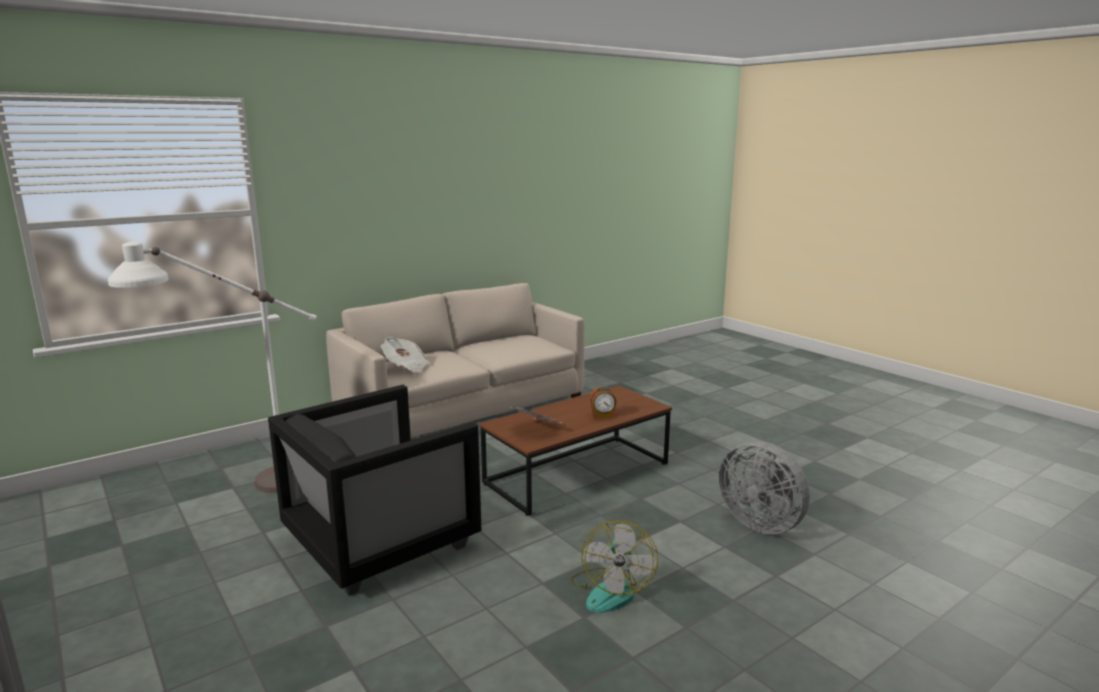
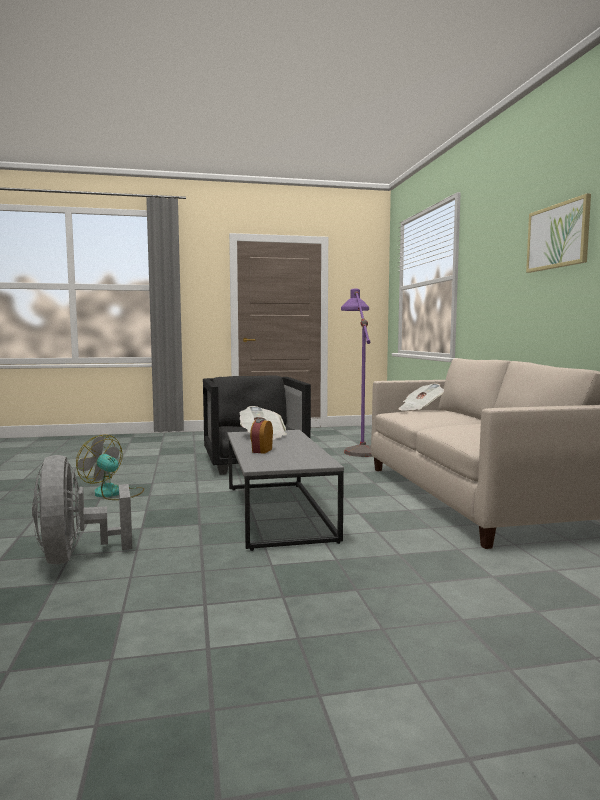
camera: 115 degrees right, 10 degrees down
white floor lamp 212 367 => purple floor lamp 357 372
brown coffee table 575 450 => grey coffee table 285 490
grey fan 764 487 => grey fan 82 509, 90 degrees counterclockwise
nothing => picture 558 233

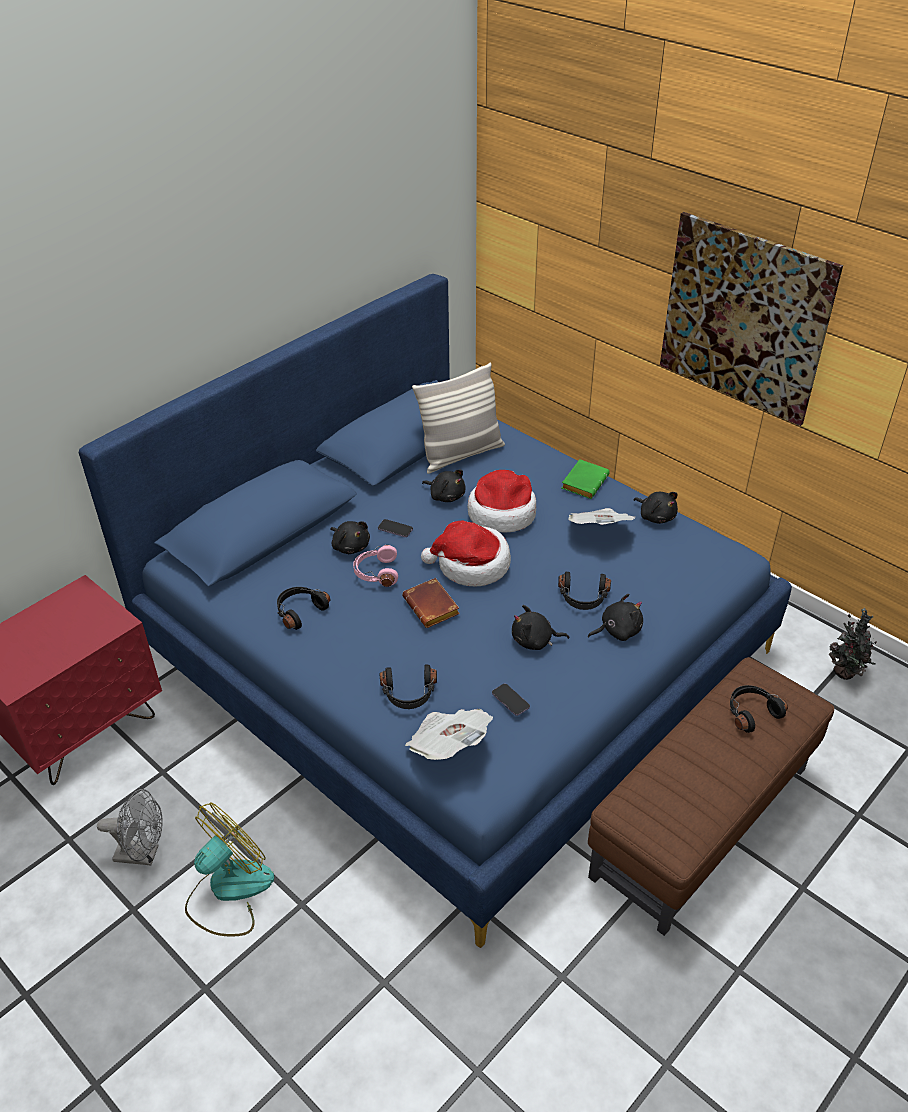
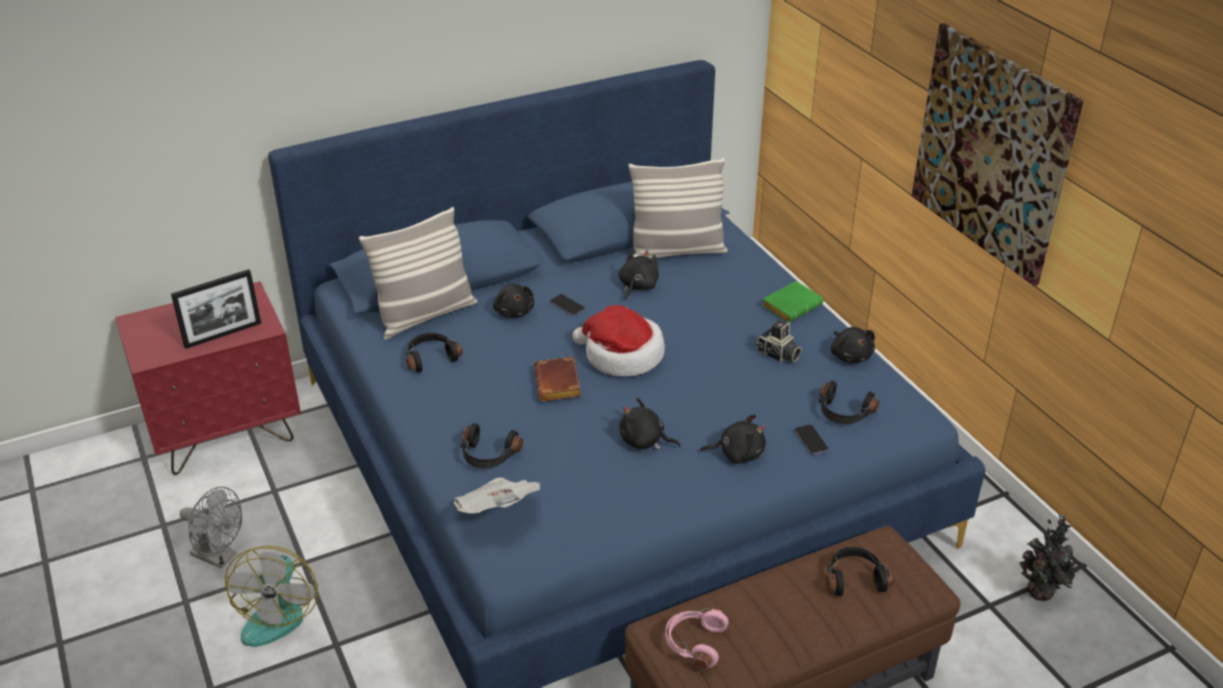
camera: 20 degrees right, 5 degrees down
fan 229 869 => fan 271 596, 120 degrees clockwise
pink headphones 375 566 => pink headphones 696 639, moved
black plush toy 443 486 => black plush toy 639 274, 120 degrees counterclockwise
hat 502 501 => nothing
phone 511 699 => phone 811 440, moved
black headphones 584 591 => black headphones 849 402, moved
newspaper 601 516 => photo camera 779 341
nothing => picture frame 216 309
nothing => pillow 418 273

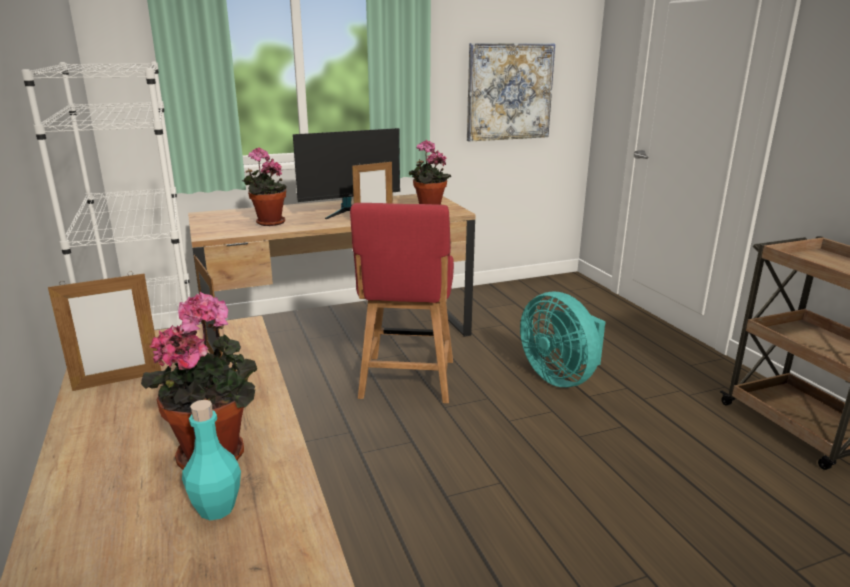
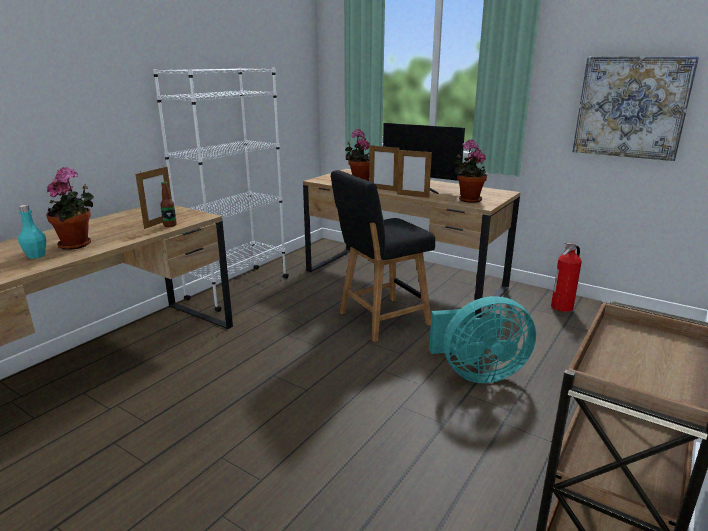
camera: 55 degrees right, 0 degrees up
picture frame 104 331 => picture frame 384 167, moved
red chair 402 303 => black chair 383 256
turquoise fan 563 339 => turquoise fan 482 339, 120 degrees counterclockwise
nothing => bottle 168 204
nothing => fire extinguisher 566 277

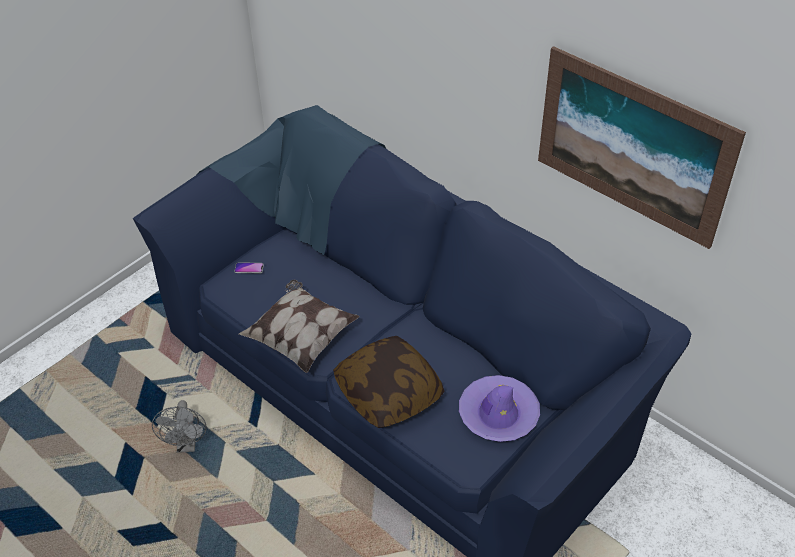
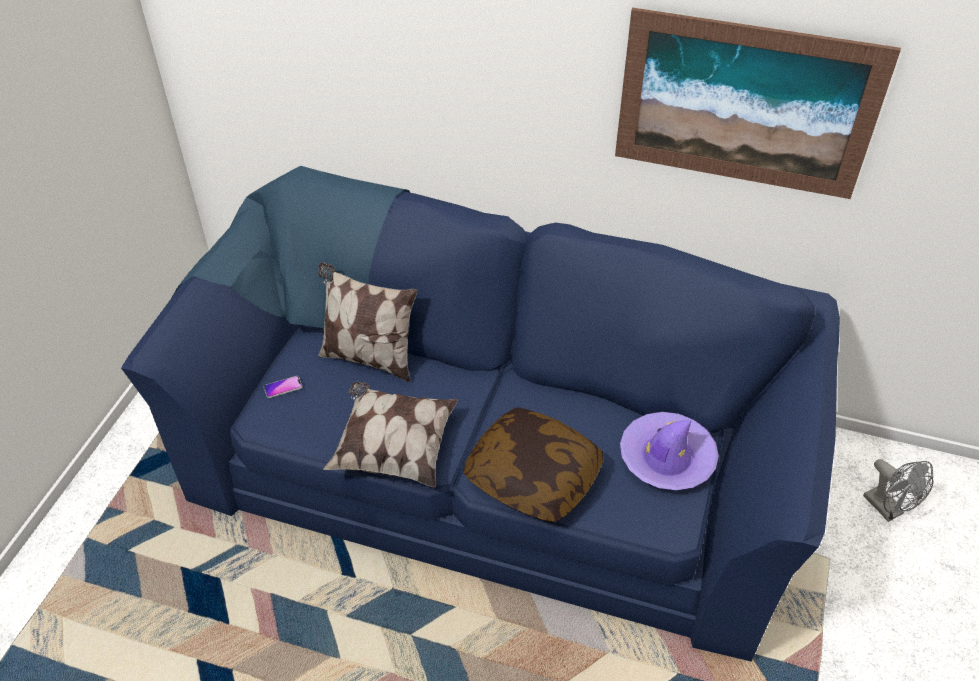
camera: 25 degrees left, 0 degrees up
grey fan 179 426 => grey fan 898 490, moved
nothing => pillow 367 322

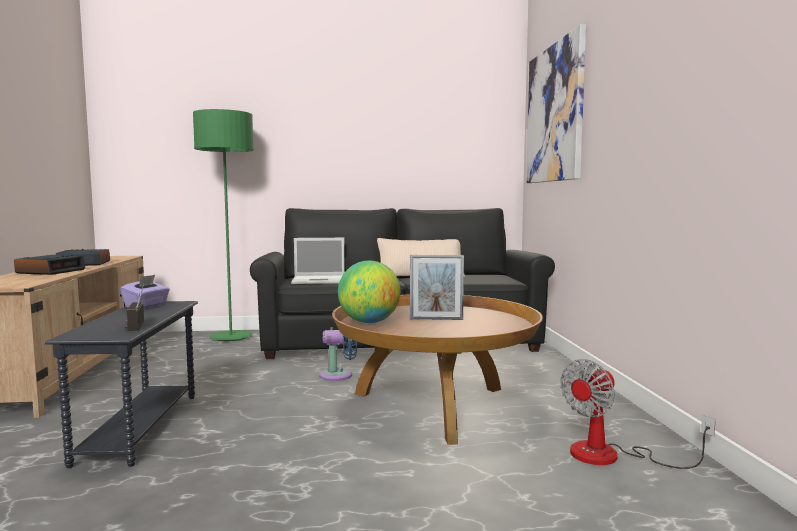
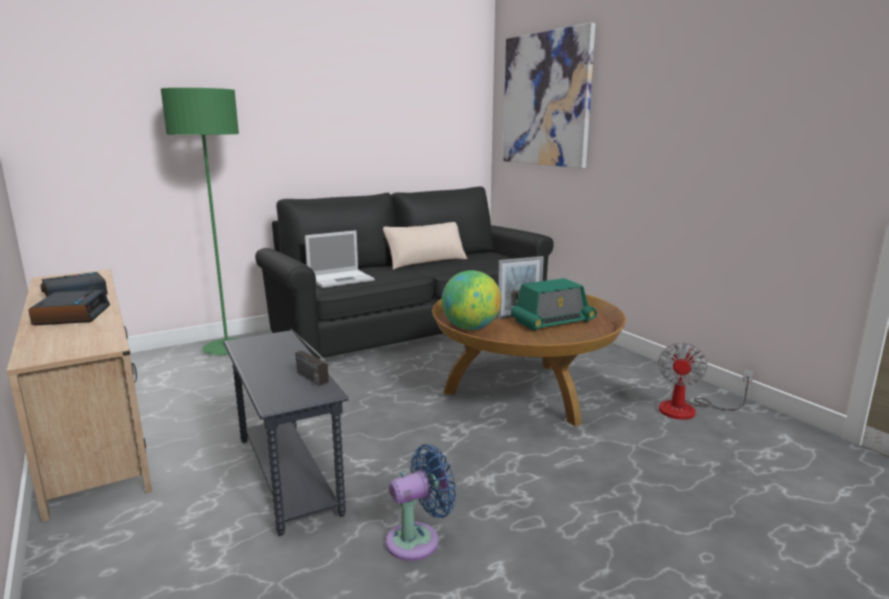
camera: 25 degrees left, 10 degrees up
purple tissue box 145 292 => nothing
blue fan 338 354 => blue fan 420 502, moved
nothing => radio 553 304

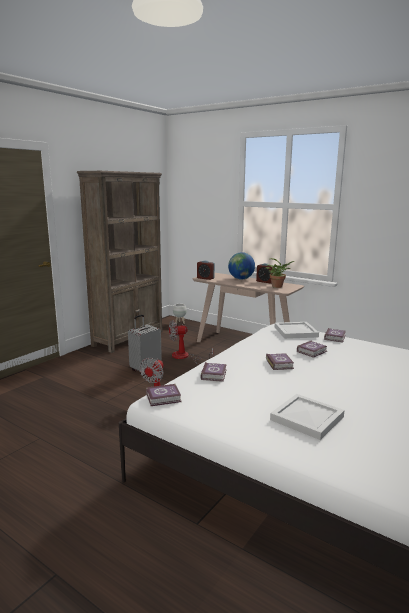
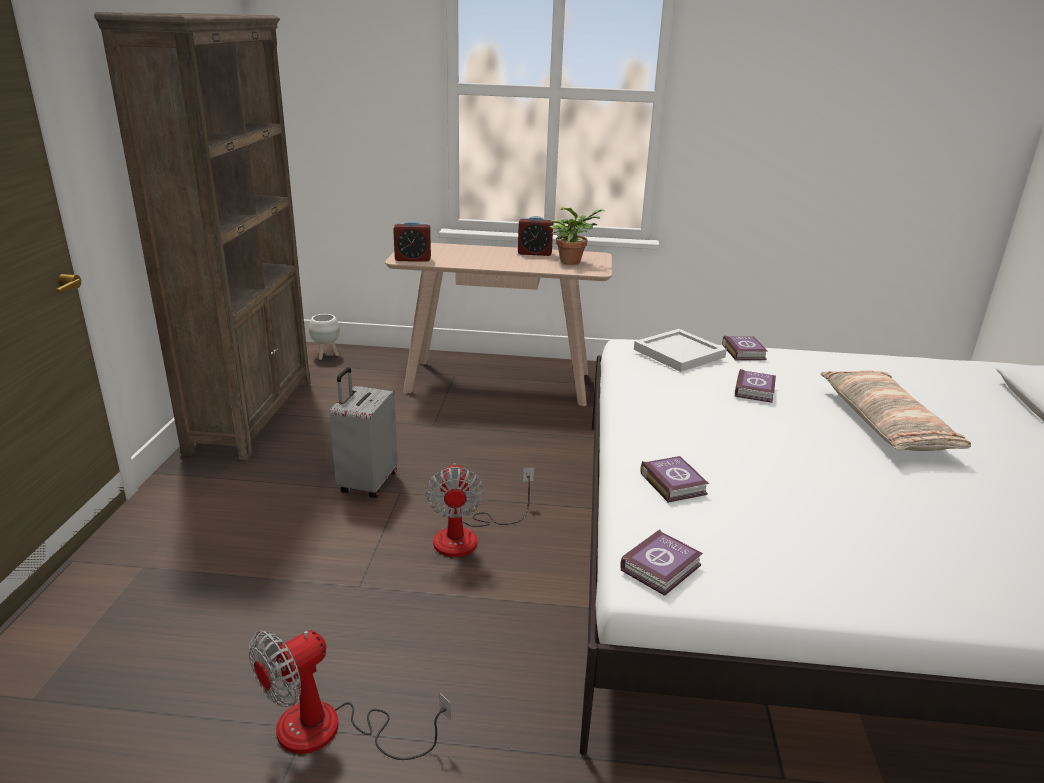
camera: 30 degrees left, 10 degrees up
fan 191 342 => fan 350 695, moved
globe 241 265 => nothing
book 280 361 => nothing
white tray 307 417 => nothing
nothing => pillow 896 410

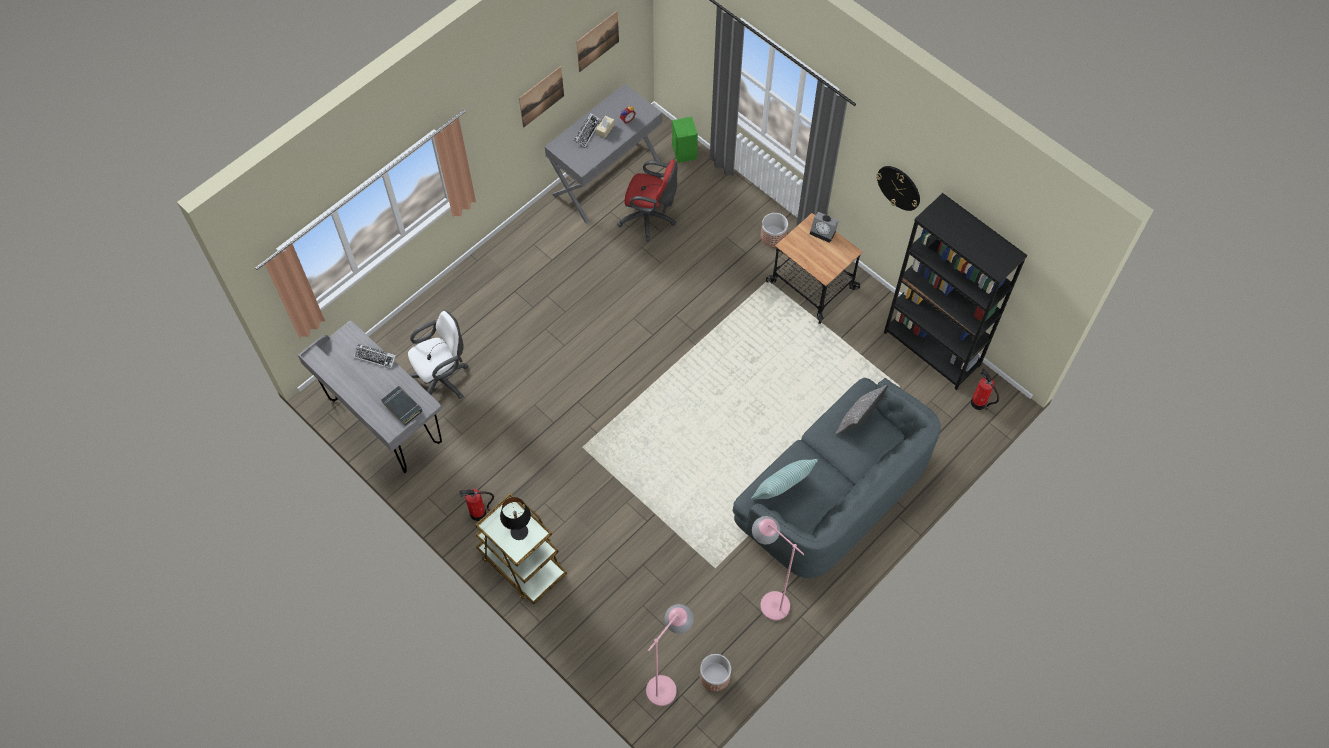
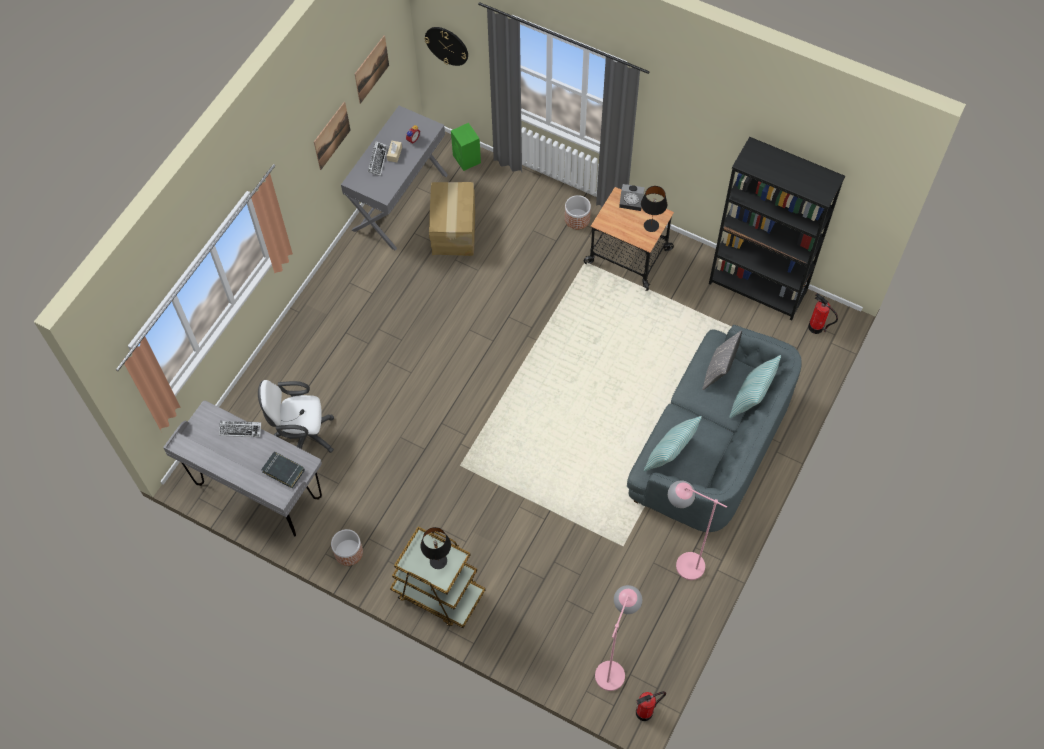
camera: 15 degrees left, 0 degrees up
white office chair 438 355 => white office chair 296 416, 135 degrees counterclockwise
fire extinguisher 476 505 => fire extinguisher 651 706, moved
red office chair 647 200 => cardboard box 452 219
planter 715 672 => planter 347 547, moved
wall clock 898 188 => wall clock 446 46, moved
nothing => black table lamp 654 209
nothing => pillow 755 386

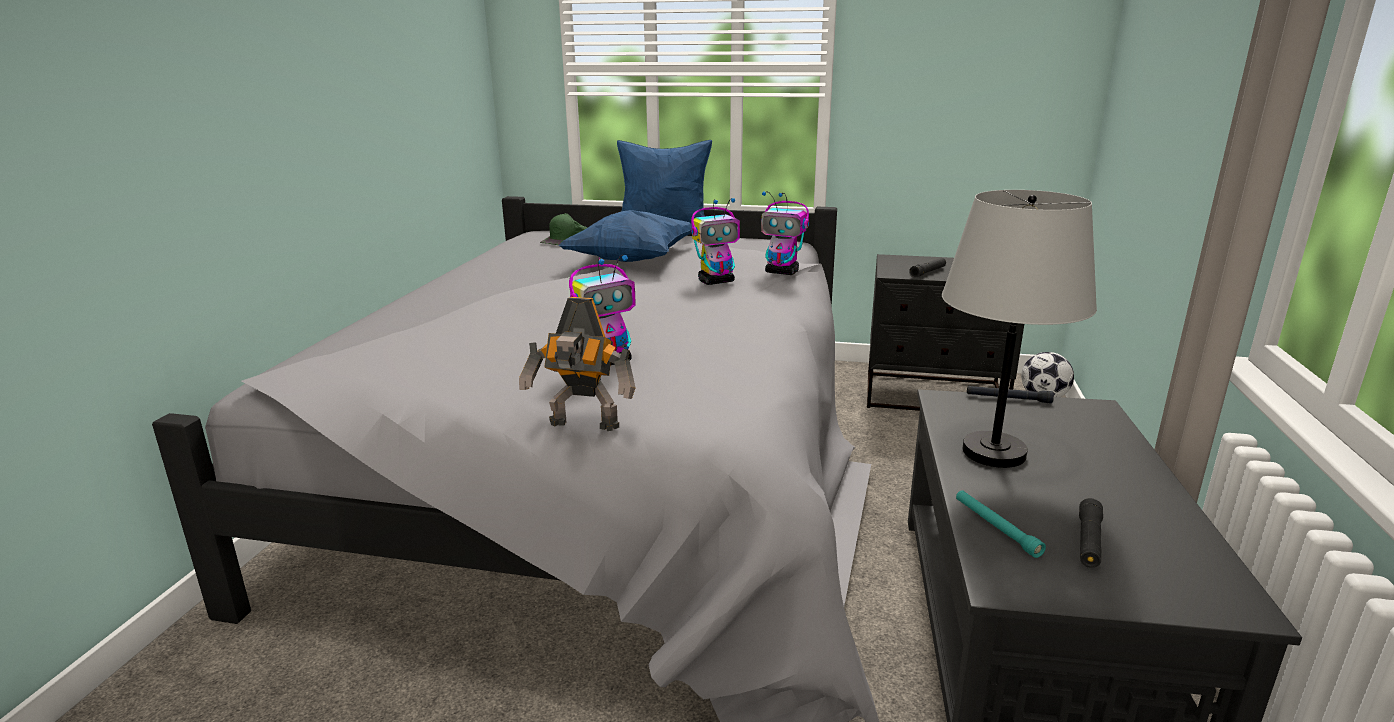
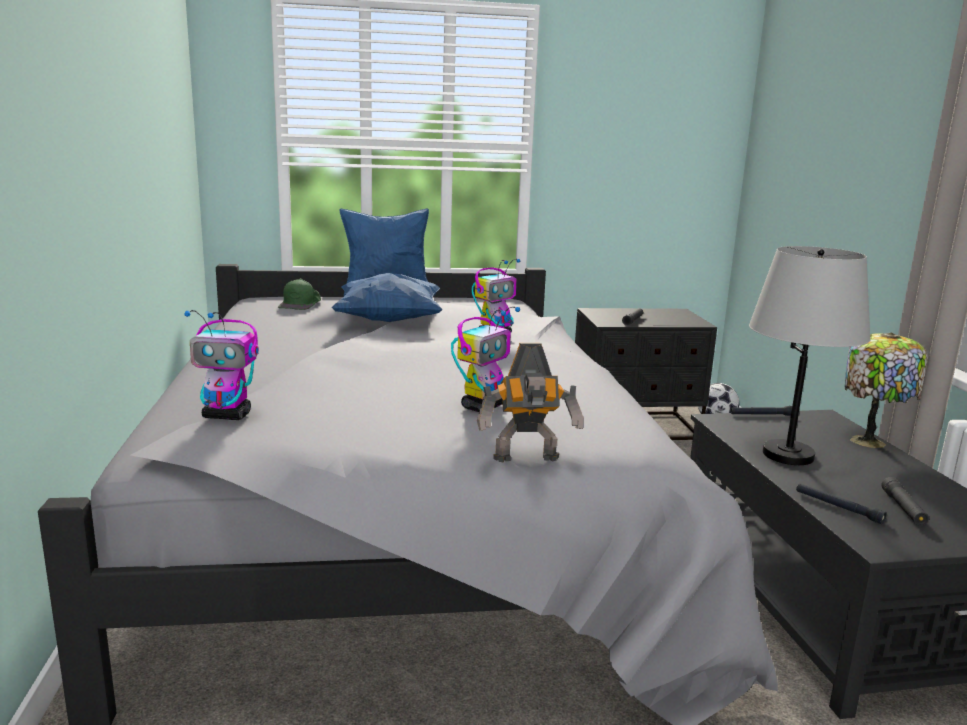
camera: 20 degrees left, 5 degrees down
toy robot 785 233 => toy robot 222 365, moved
turquoise flashlight 1001 524 => black flashlight 841 503
nothing => table lamp 886 390

